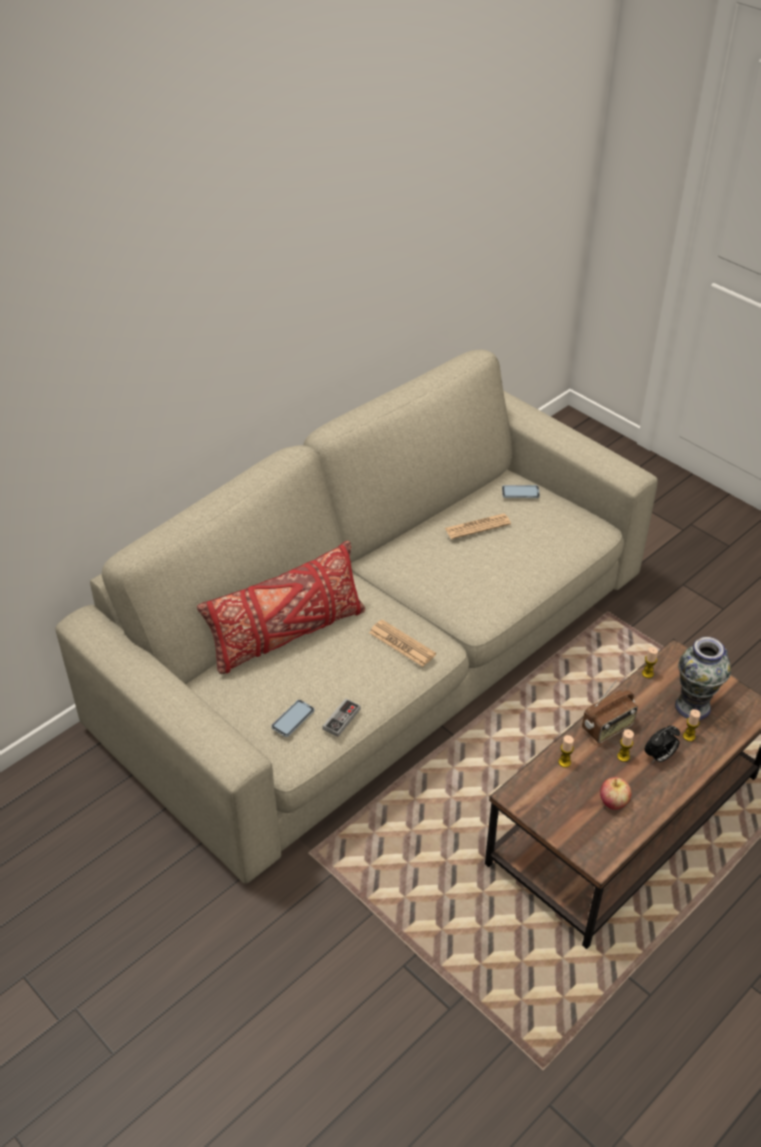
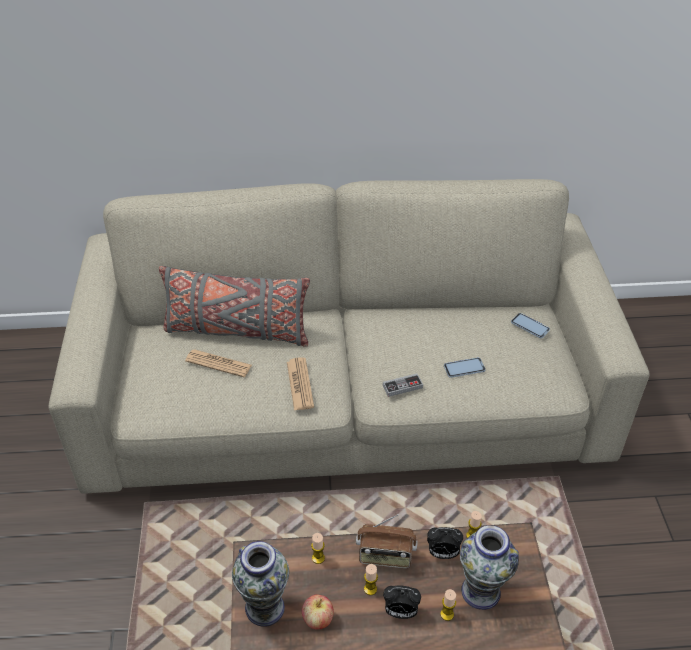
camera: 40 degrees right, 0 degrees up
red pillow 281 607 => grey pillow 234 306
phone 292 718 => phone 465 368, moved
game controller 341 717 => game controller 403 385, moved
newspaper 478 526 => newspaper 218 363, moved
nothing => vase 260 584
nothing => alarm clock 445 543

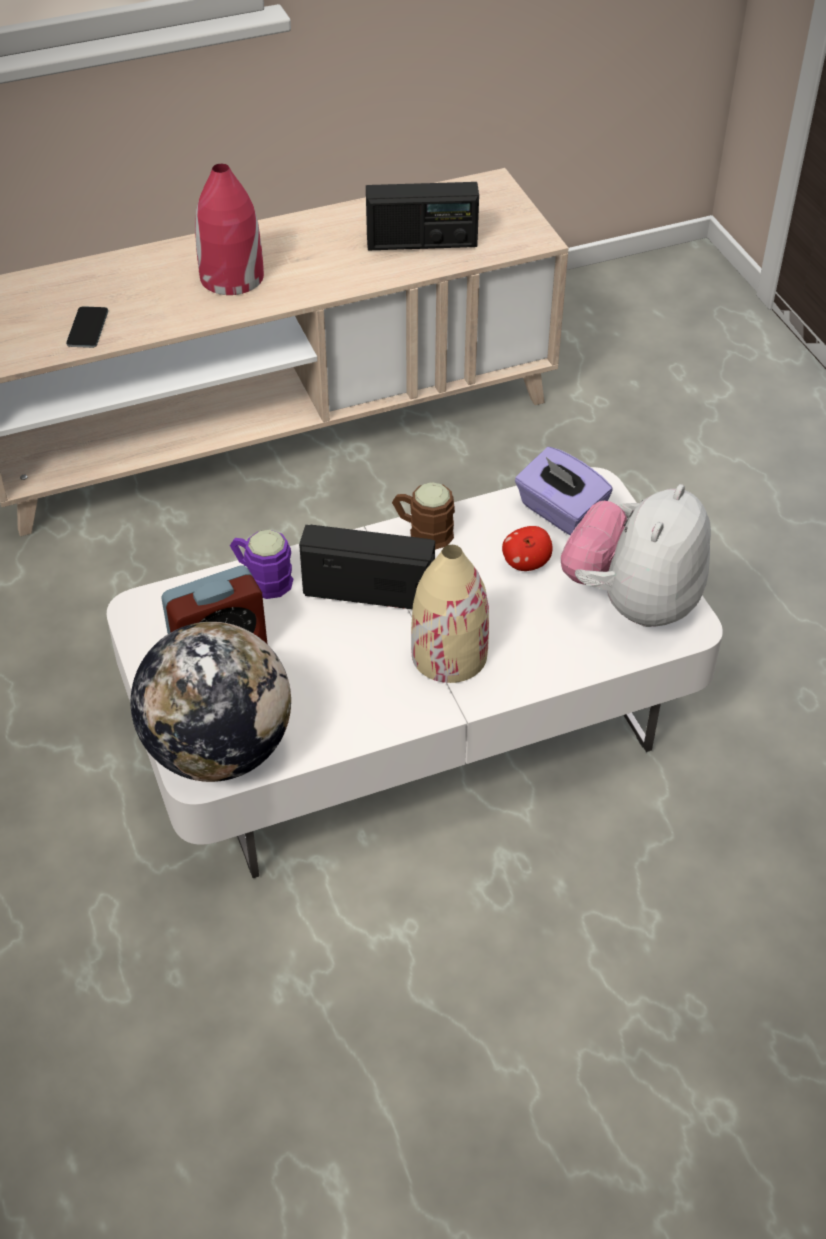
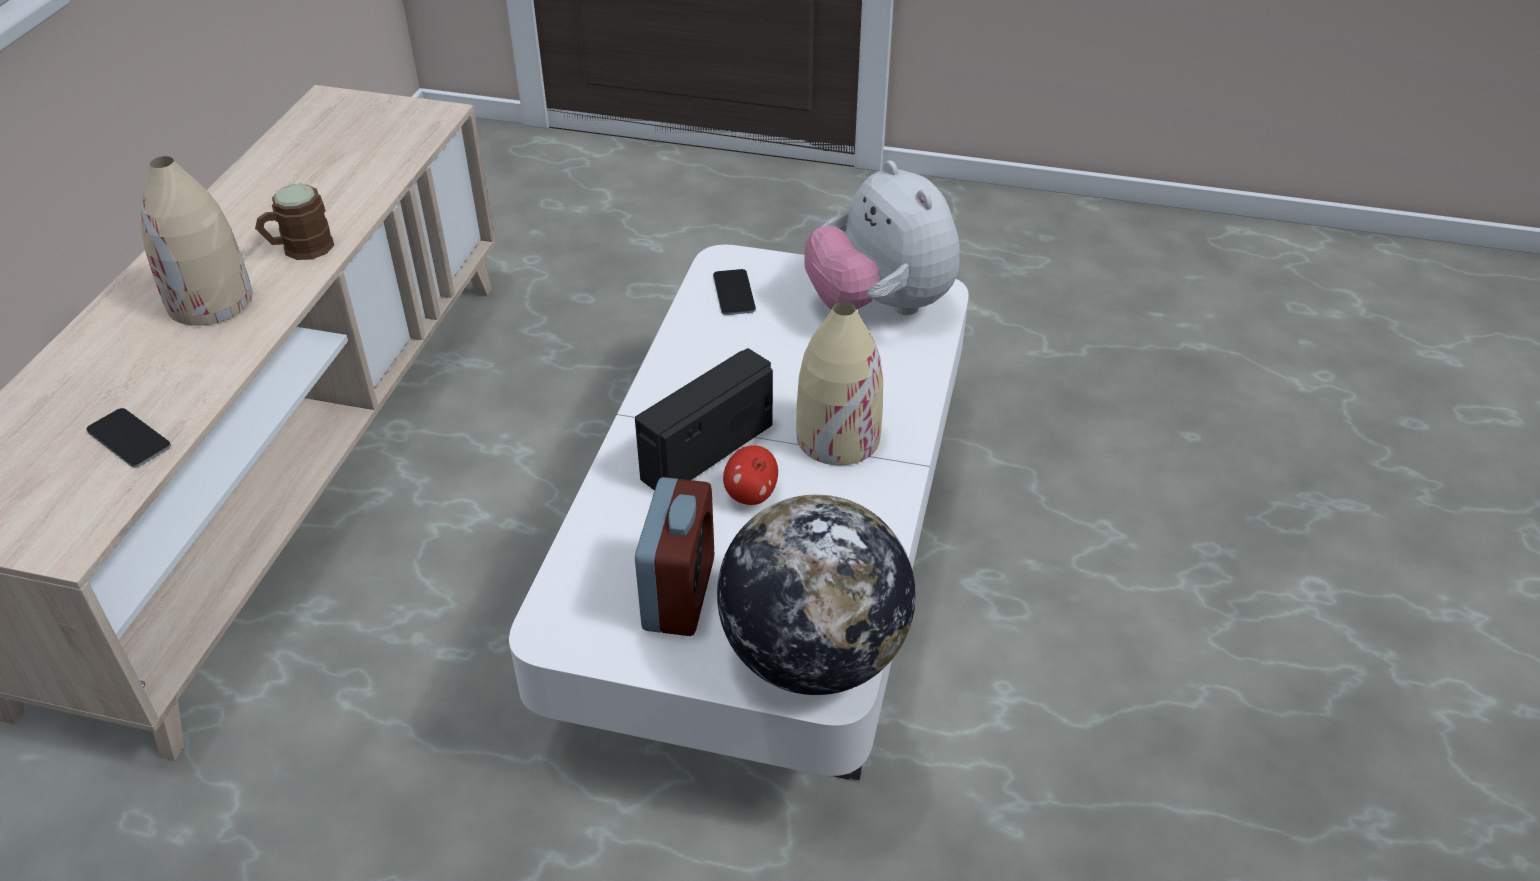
camera: 55 degrees left, 5 degrees down
red vase 229 229 => beige vase 196 241
purple mug 261 564 => nothing
radio 422 216 => nothing
brown mug 423 516 => brown mug 294 222, moved
apple 527 548 => apple 750 475, moved
purple tissue box 564 491 => phone 734 292

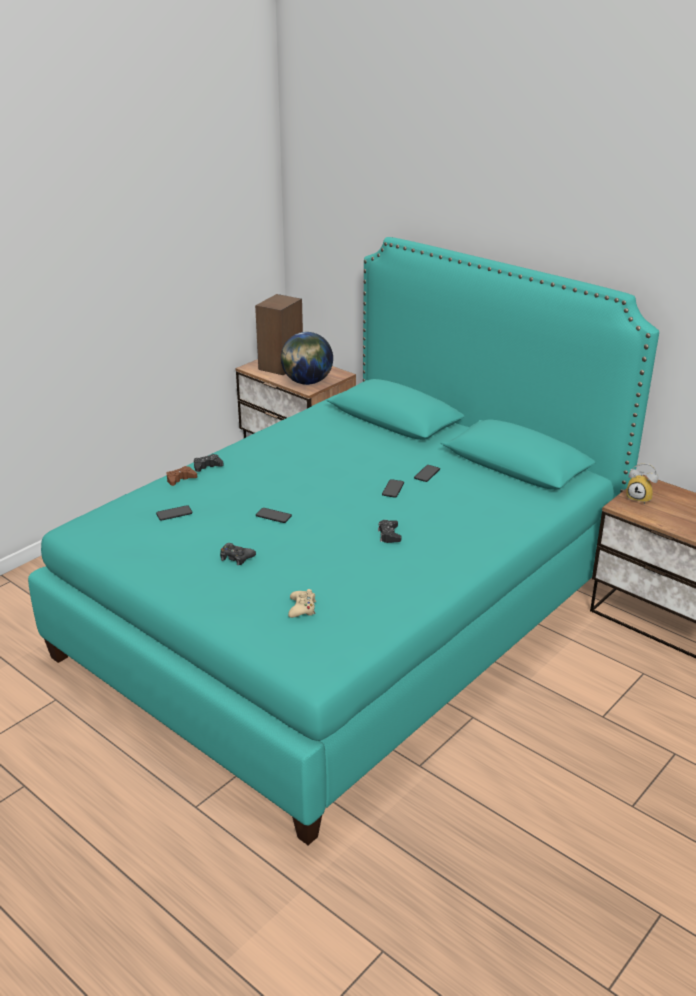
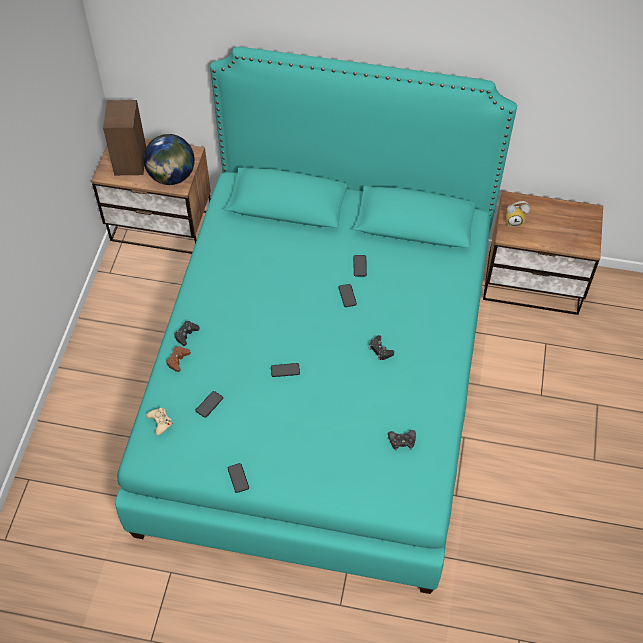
camera: 30 degrees left, 25 degrees up
black game controller 238 554 => black game controller 402 440, moved
beige game controller 302 603 => beige game controller 159 422, moved
nothing => phone 238 478

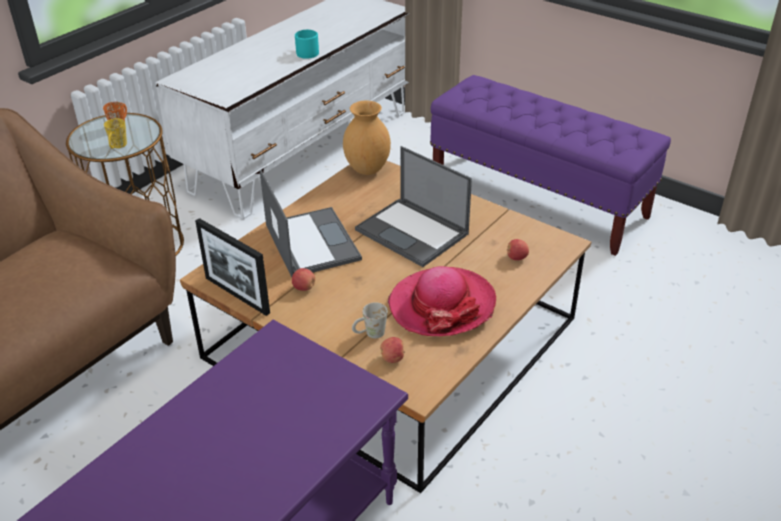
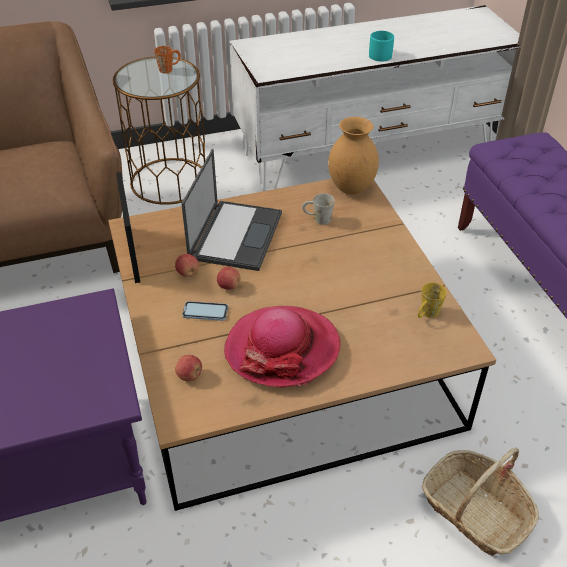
camera: 35 degrees right, 5 degrees up
yellow mug 115 133 => yellow mug 432 300, moved
white mug 370 320 => white mug 318 209, moved
laptop 413 206 => nothing
apple 518 250 => apple 228 278, moved
nothing => phone 205 311
nothing => basket 480 502

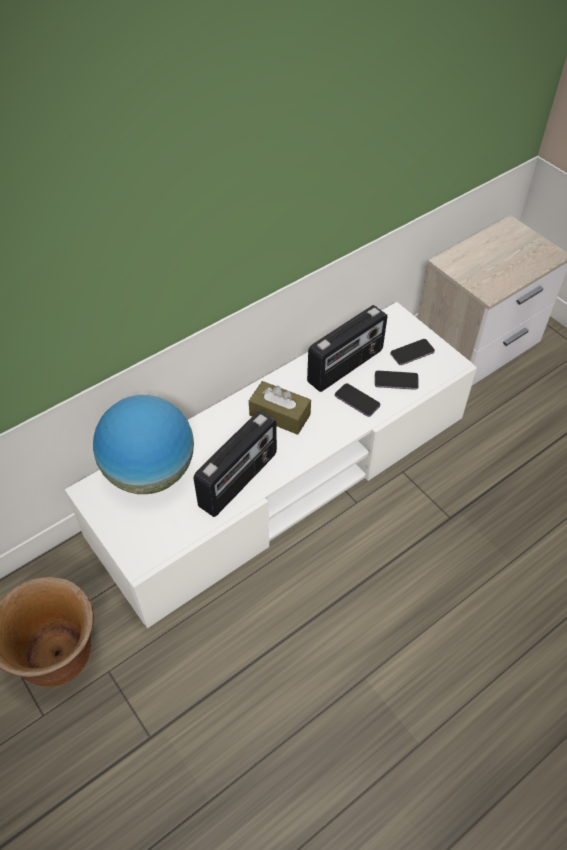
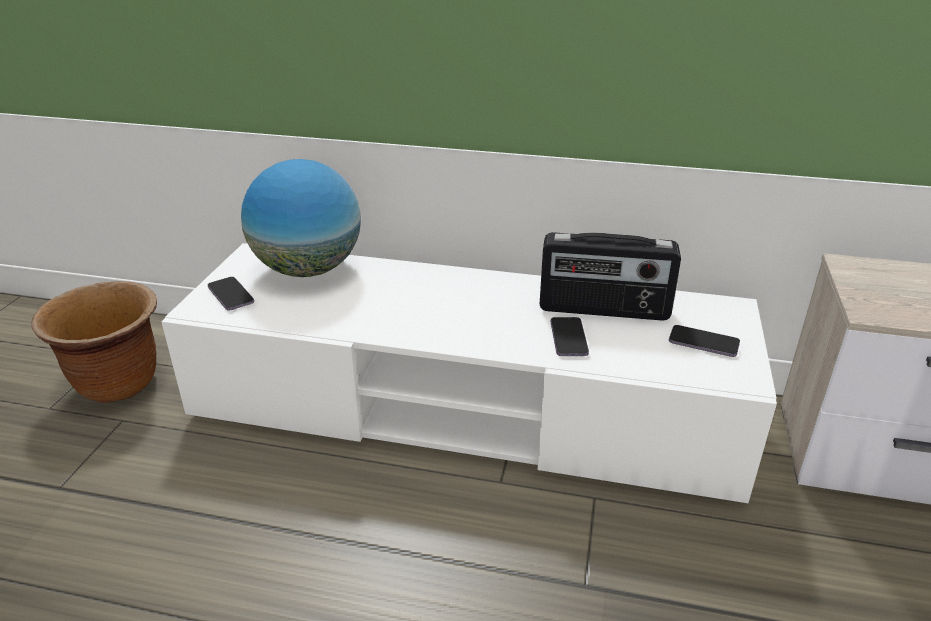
camera: 50 degrees right, 20 degrees down
radio 235 464 => nothing
brown tissue box 280 408 => nothing
phone 397 380 => phone 231 293, moved

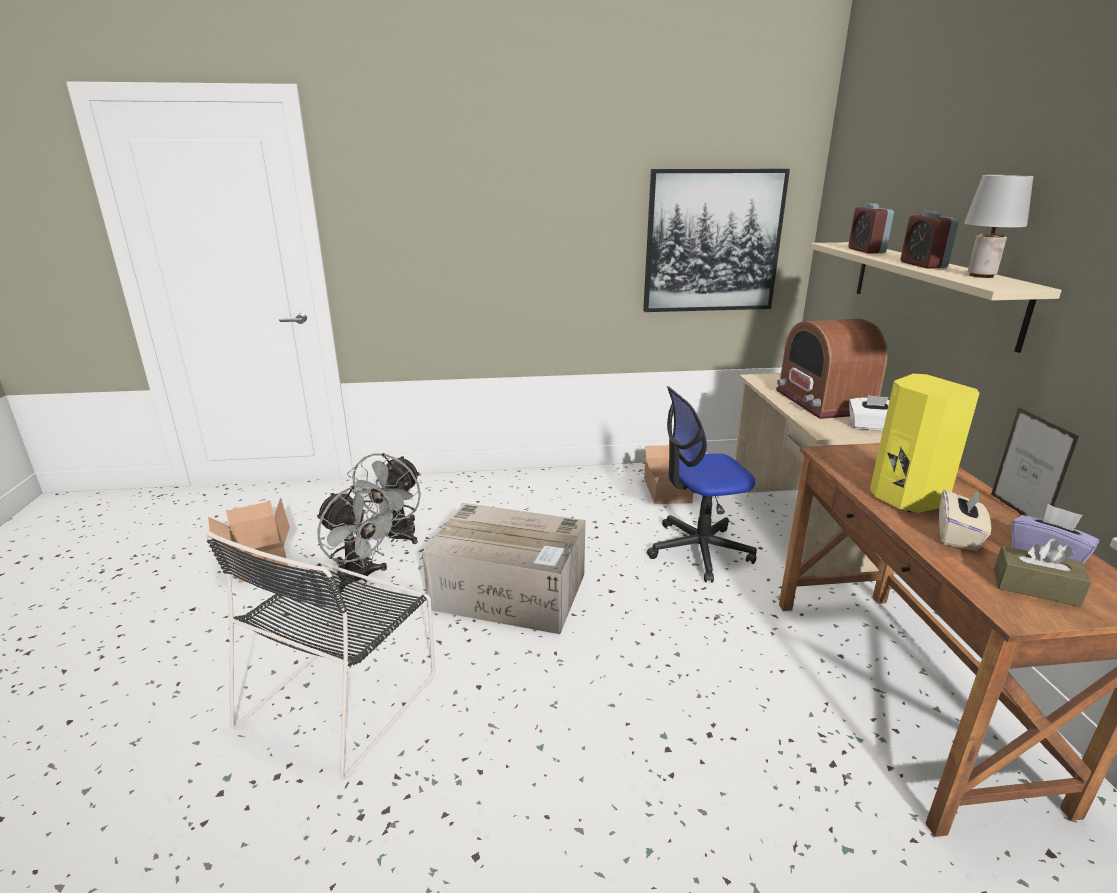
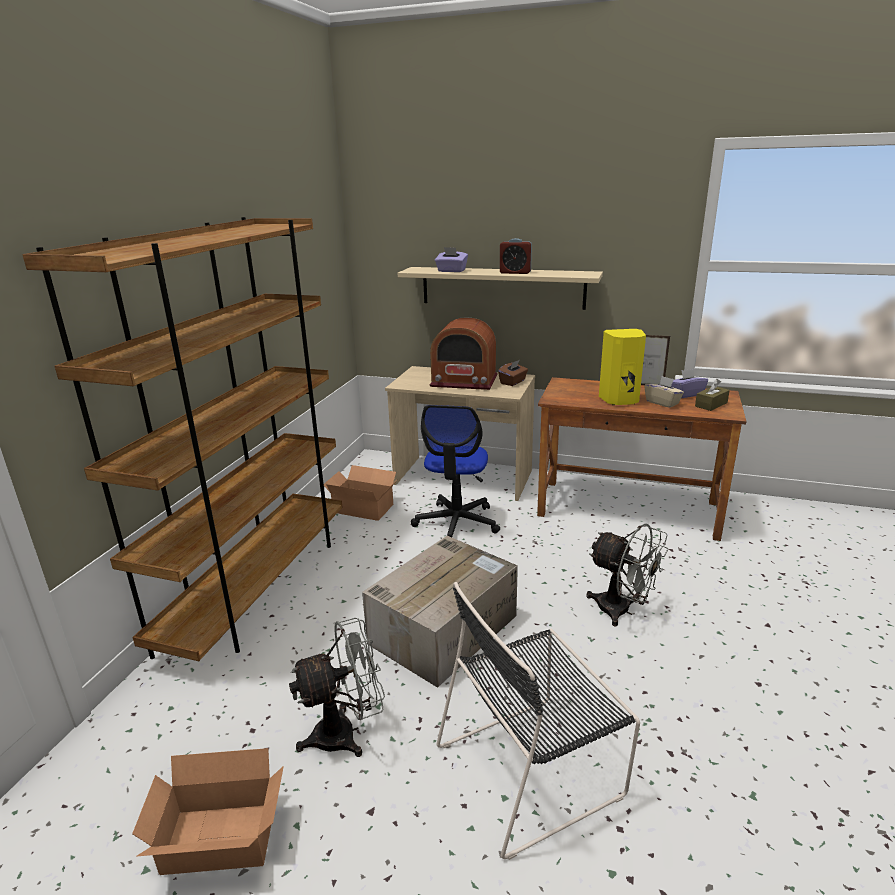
camera: 65 degrees left, 0 degrees up
black chair 320 655 => black chair 538 721, 105 degrees clockwise
grey fan 383 498 => grey fan 627 575, moved
picture 716 240 => nothing
alarm clock 871 228 => purple tissue box 451 259
white tissue box 869 413 => brown tissue box 513 373
grey table lamp 999 226 => nothing
nothing => brown bookcase 182 439

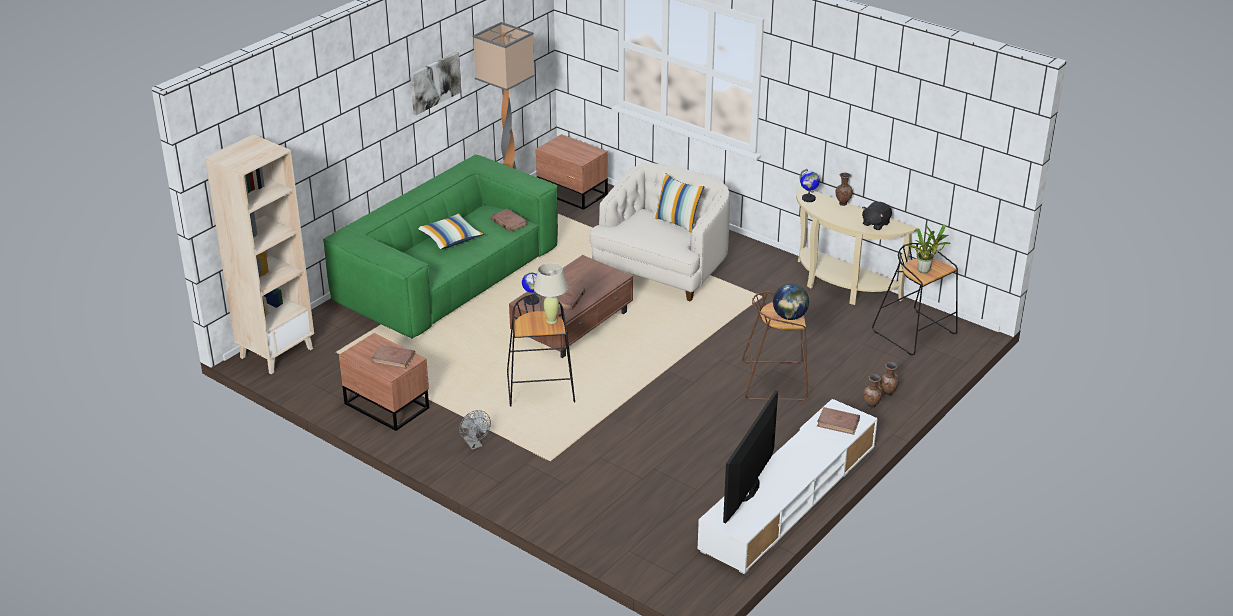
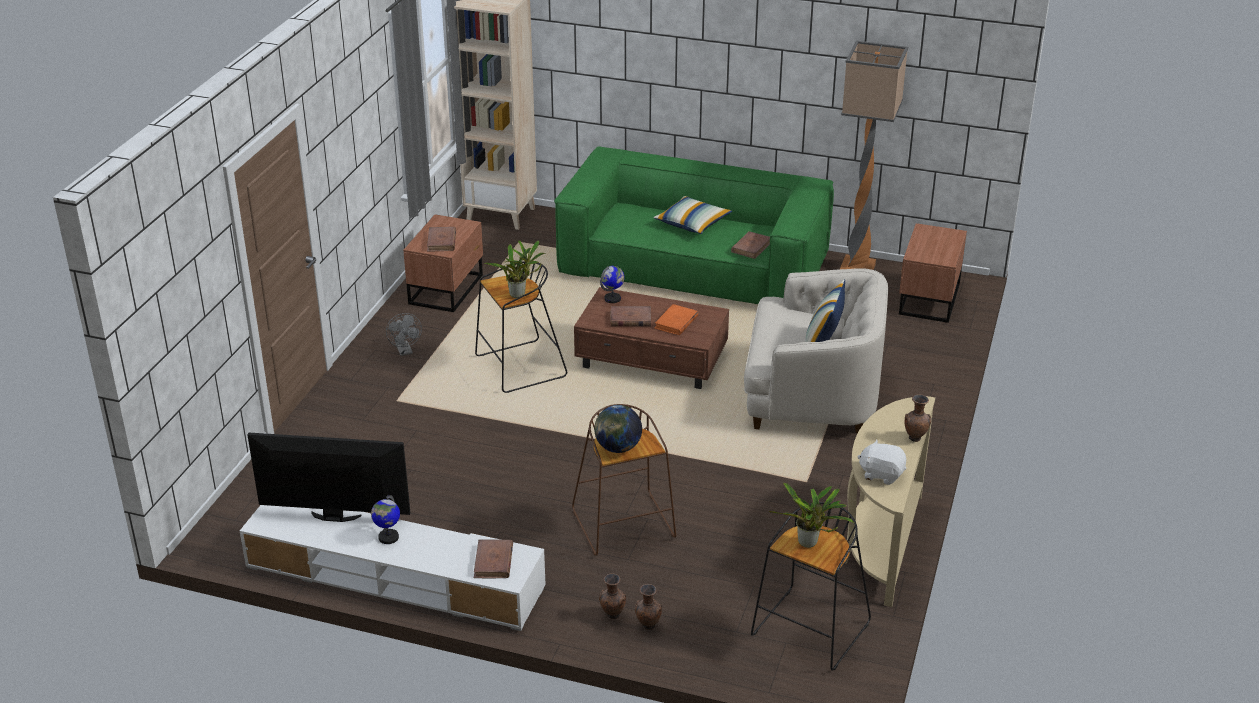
camera: 70 degrees right, 0 degrees up
picture 435 83 => nothing
grey fan 475 430 => grey fan 404 334, 60 degrees counterclockwise
beige table lamp 551 293 => potted plant 515 269
globe 810 185 => globe 385 519, moved
black plush toy 877 216 => white plush toy 881 462
nothing => orange book 676 319

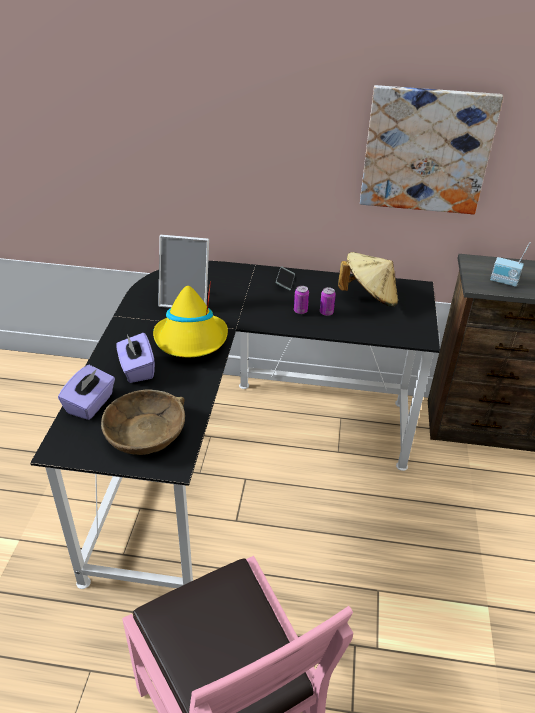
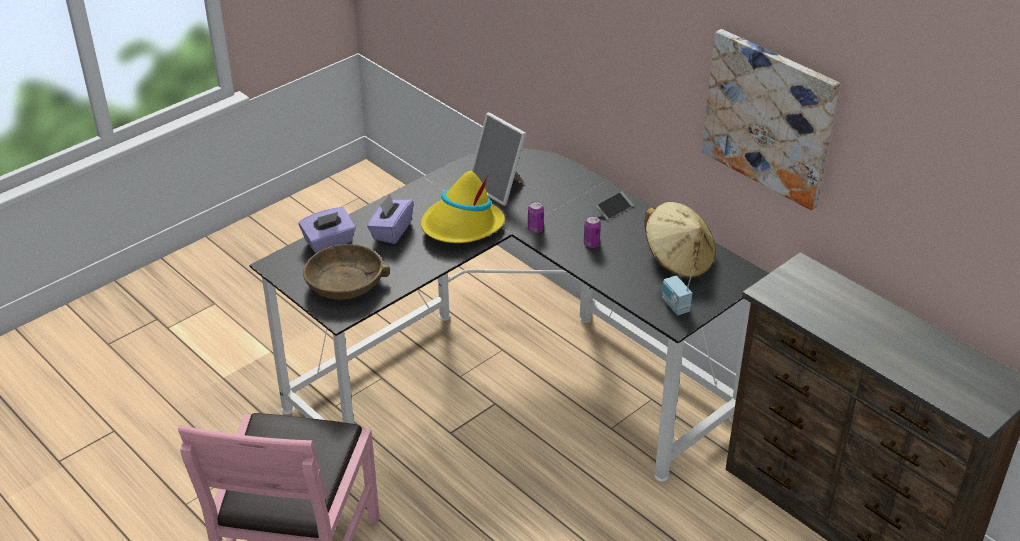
camera: 40 degrees right, 0 degrees up
can 328 301 => can 536 217, moved
radio 510 264 => radio 677 292, moved

